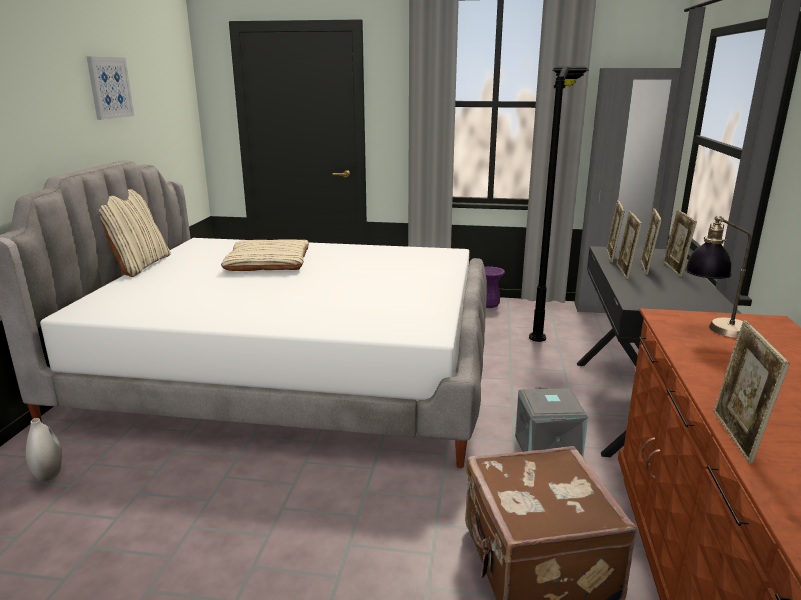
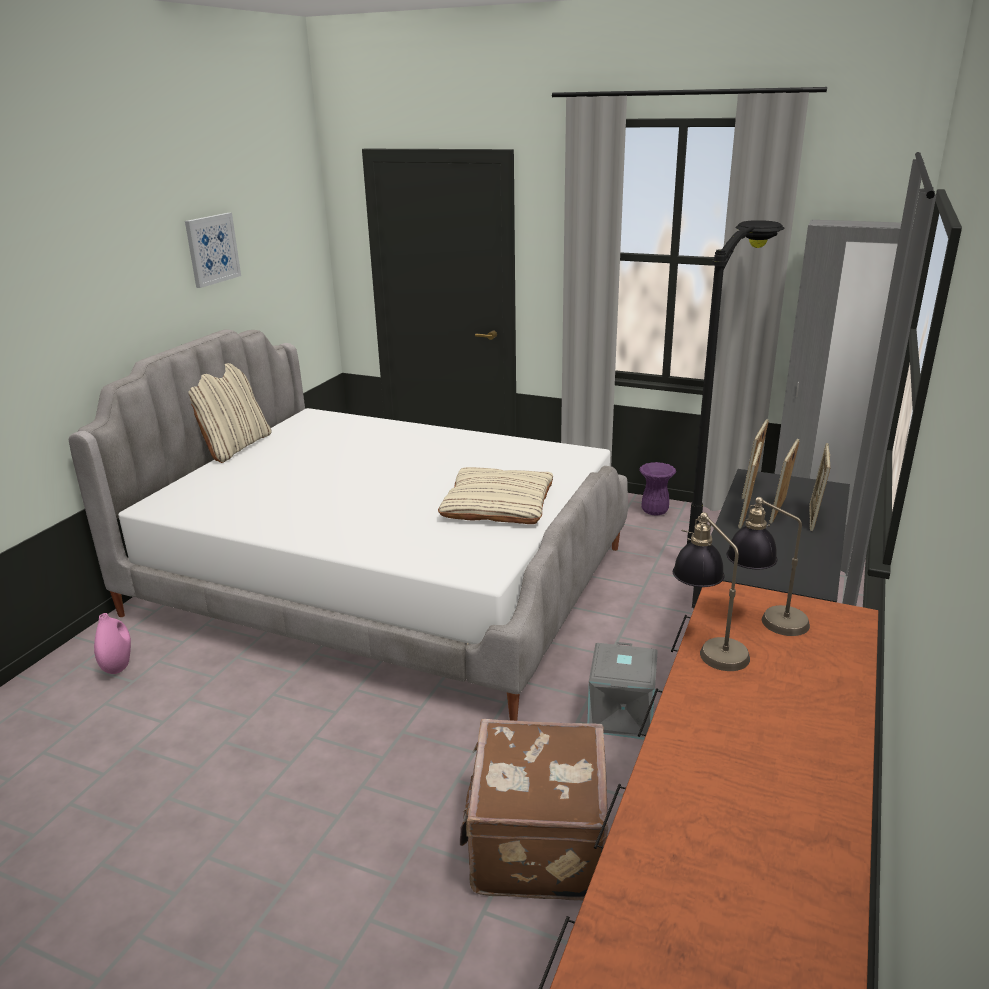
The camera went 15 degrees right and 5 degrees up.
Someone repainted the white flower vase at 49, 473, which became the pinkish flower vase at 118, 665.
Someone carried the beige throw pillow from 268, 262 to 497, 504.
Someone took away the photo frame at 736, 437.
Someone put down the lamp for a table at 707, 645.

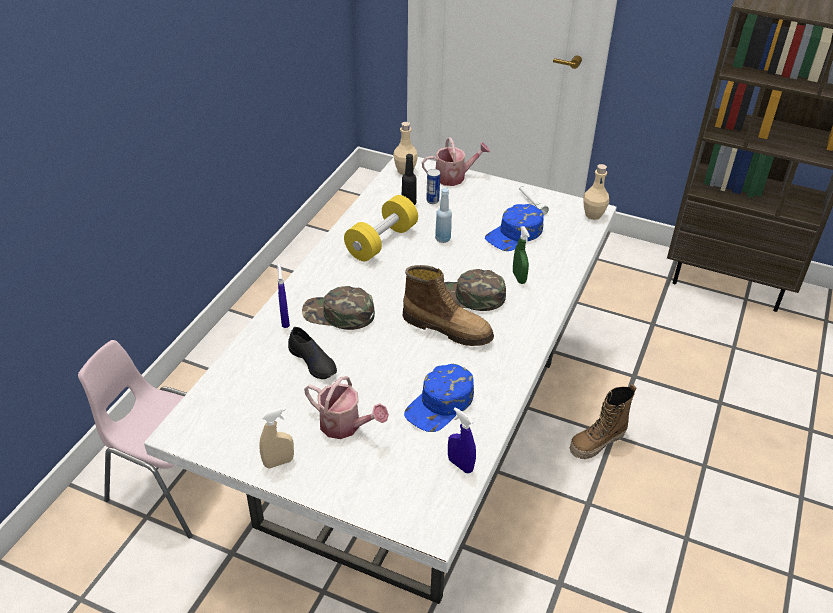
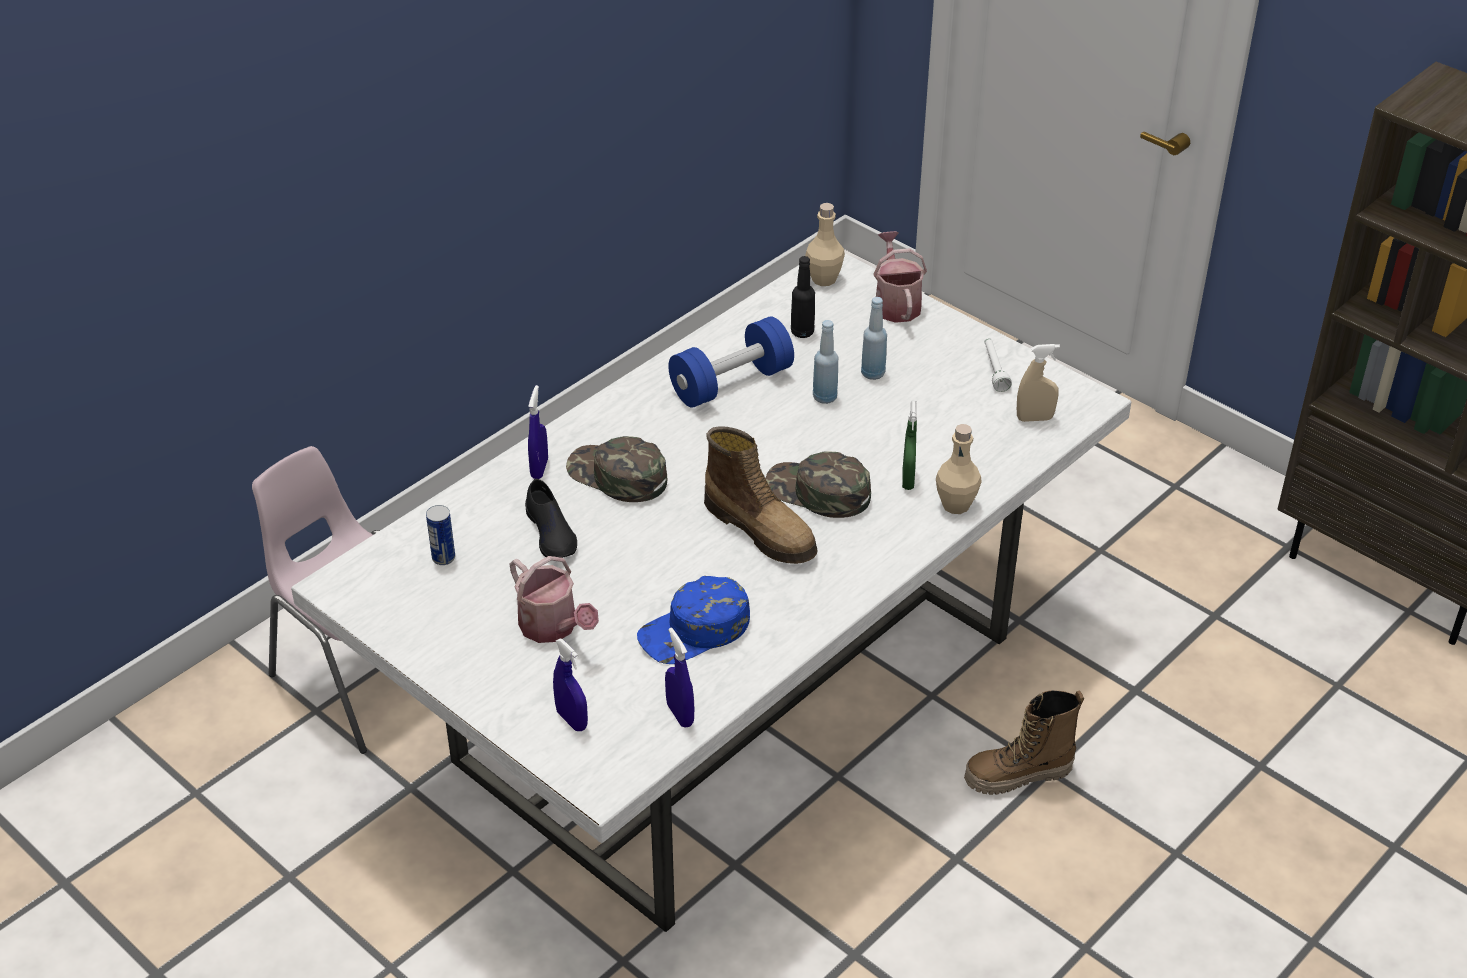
The camera went 20 degrees right and 0 degrees up.
Someone carried the beige sprayer from 278, 462 to 1034, 418.
Someone repainted the yellow-coloured hand weight at 381, 242, which became the blue hand weight at 731, 383.
Someone rotated the watering pot at 454, 177 by 105 degrees counterclockwise.
Someone carried the sealed can from 432, 200 to 443, 558.
Someone took away the blue cap at 515, 234.
Someone carried the beige beverage bottle from 593, 215 to 956, 505.
Someone put down the blue sprayer at 572, 720.
Someone put down the blue beverage bottle at 872, 373.

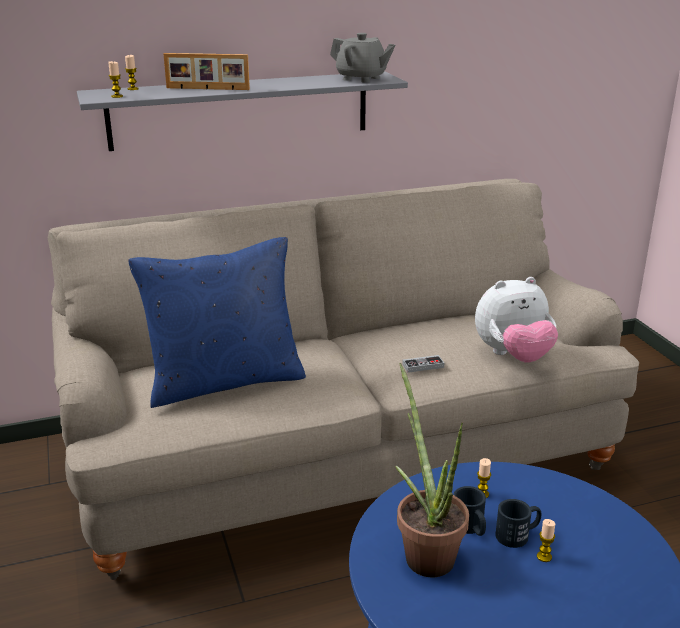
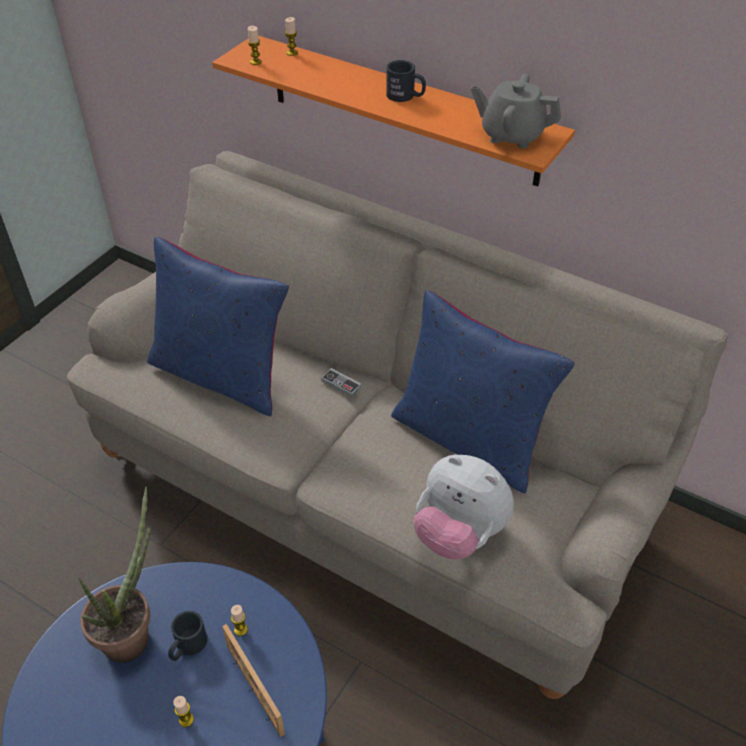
The camera went 50 degrees right and 20 degrees up.
Someone repainted the greyish wall shelf at 240, 110, which became the orangey wall shelf at 402, 110.
Someone carried the photo frame from 207, 89 to 253, 690.
Someone rotated the greyish tea pot at 361, 78 by 120 degrees clockwise.
Someone carried the joypad from 423, 366 to 341, 384.
Someone carried the blackish mug from 518, 534 to 406, 96.
Someone put down the blue throw pillow at 469, 438.

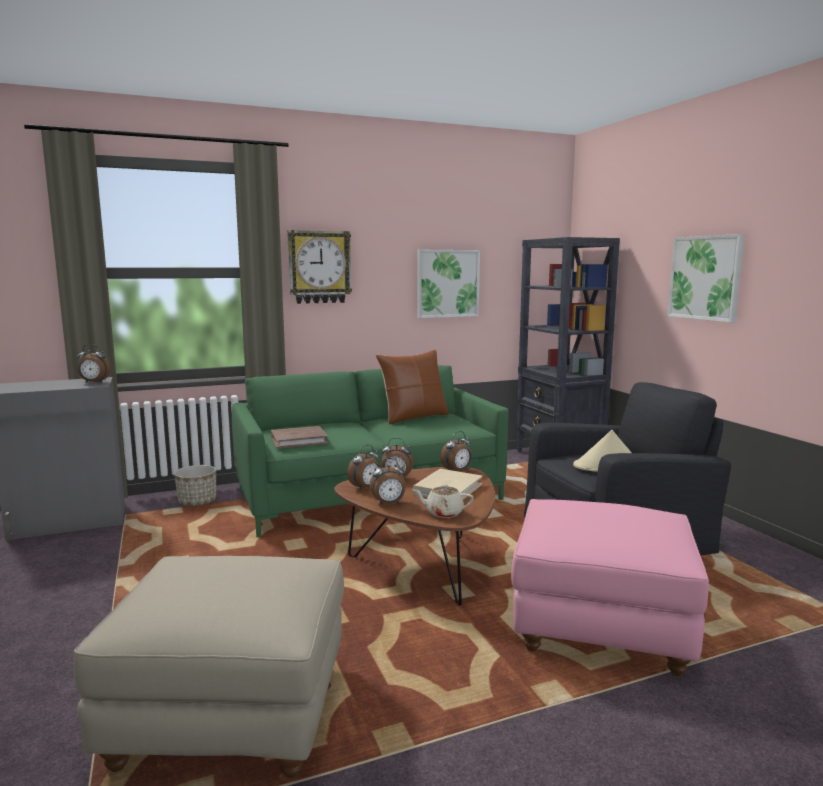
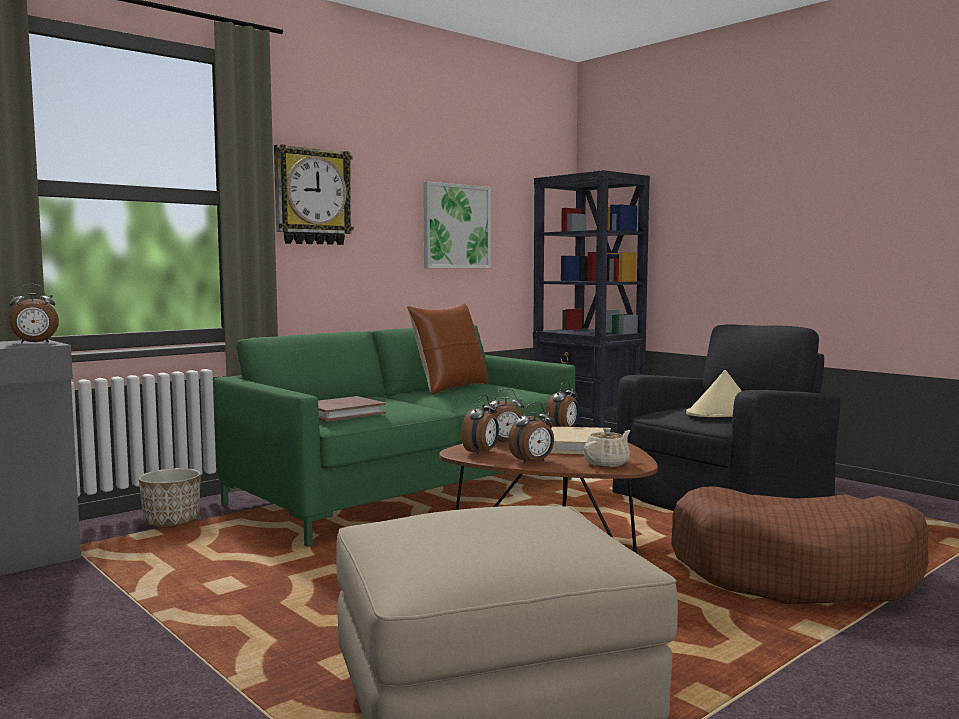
The camera went 20 degrees left and 5 degrees down.
Someone rotated the beige tea pot at 443, 513 by 150 degrees clockwise.
Someone swapped the pinkish ottoman at 600, 628 for the brownish dog bed at 796, 573.
Someone took away the wall picture at 705, 278.

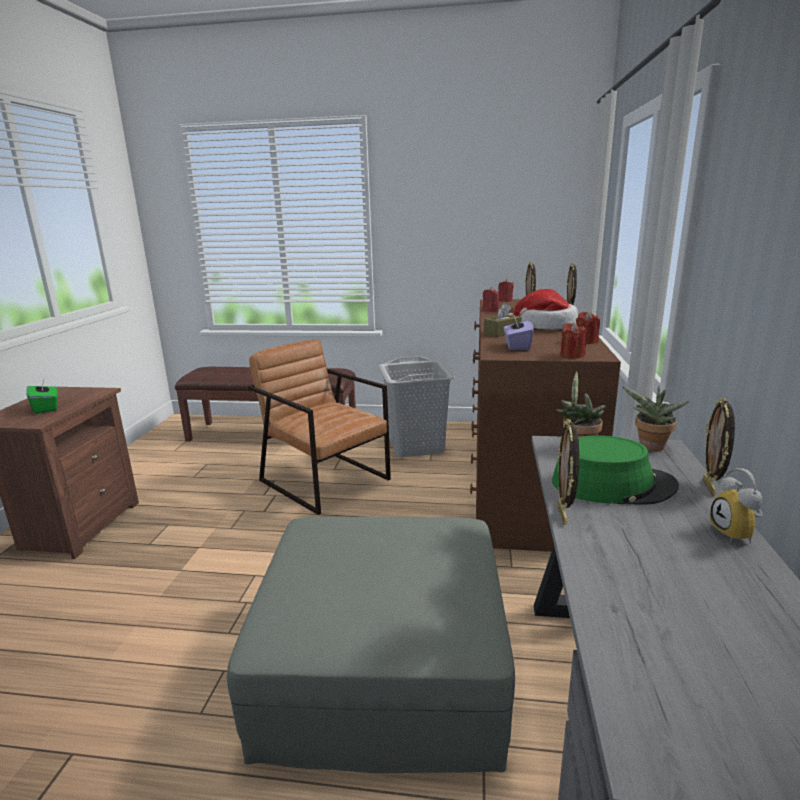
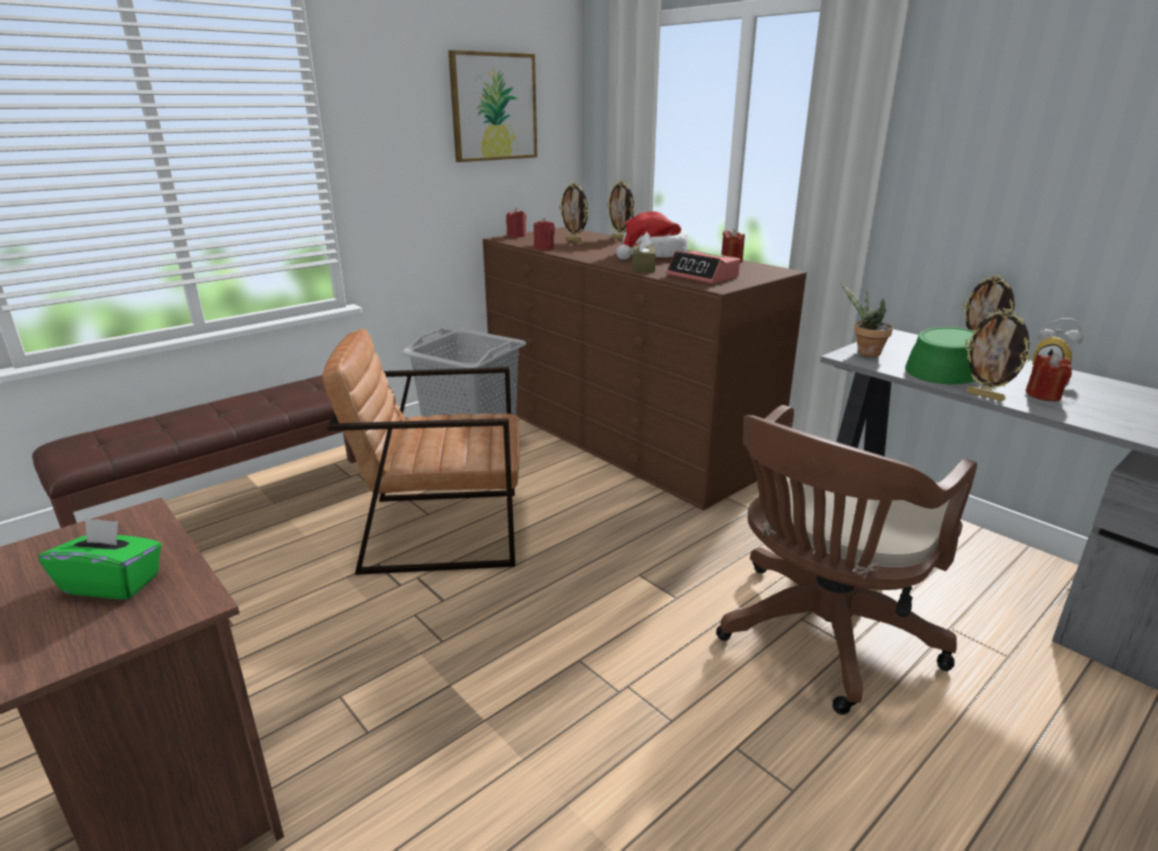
The camera went 50 degrees left and 5 degrees up.
Someone swapped the greyish ottoman at 381, 665 for the brownish desk chair at 820, 637.
Someone swapped the purple-coloured tissue holder at 517, 346 for the table clock at 703, 276.
Someone carried the red wax candle from 572, 355 to 1043, 395.
Someone took away the houseplant at 650, 447.
Someone put up the wall picture at 493, 107.

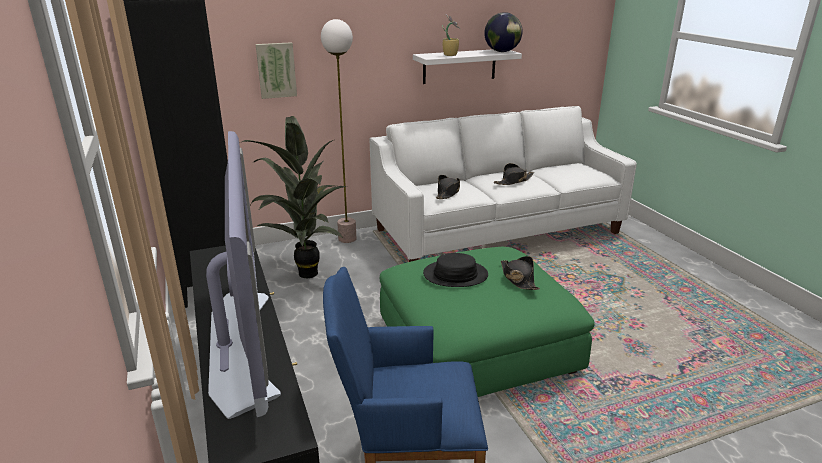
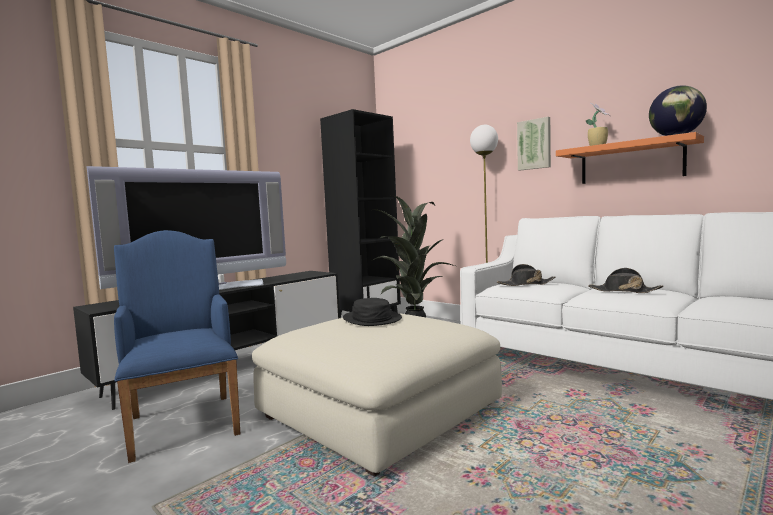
The camera went 65 degrees right and 20 degrees down.
Someone carried the wall picture from 276, 70 to 534, 144.
Someone repainted the green ottoman at 477, 344, which became the beige ottoman at 379, 411.
Someone repainted the white wall shelf at 459, 66, which became the orangey wall shelf at 630, 162.
Someone took away the blackish wearable hat at 518, 279.

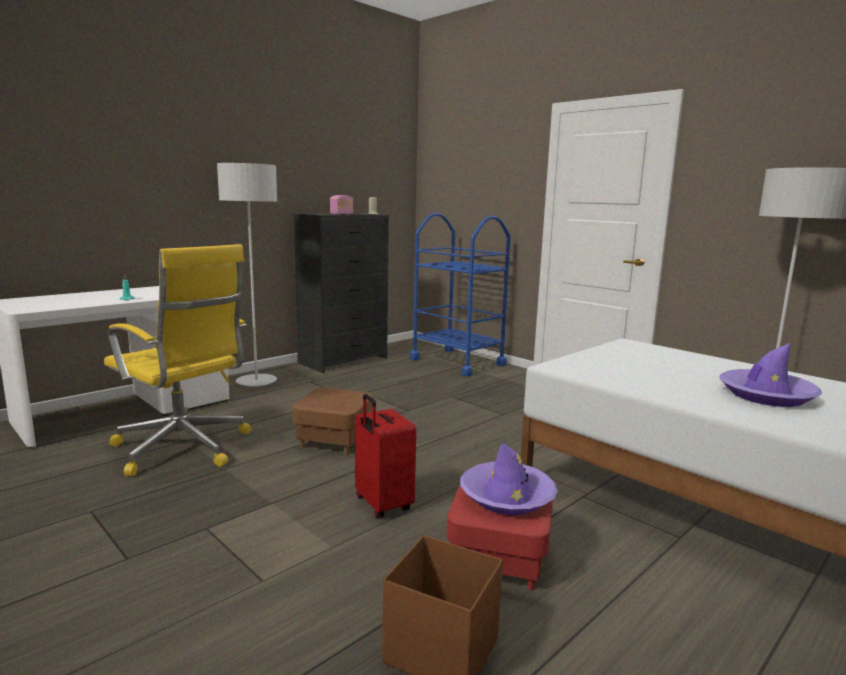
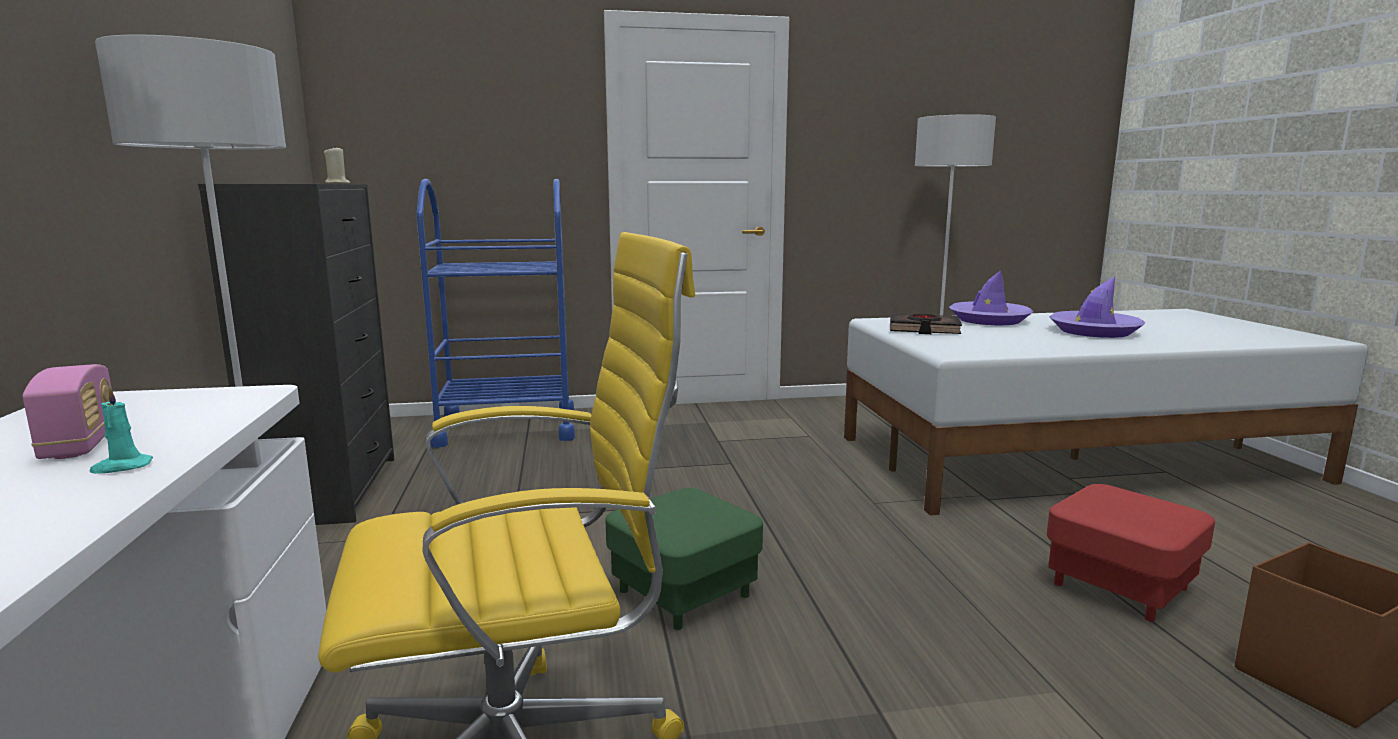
The camera went 55 degrees left and 0 degrees up.
Someone repainted the brownish ottoman at 334, 440, which became the green ottoman at 684, 592.
Someone carried the radio from 341, 214 to 81, 444.
Someone took away the red suitcase at 382, 505.
Someone carried the purple-coloured wearable hat from 507, 496 to 989, 320.
Someone put down the blackish volume at 924, 329.

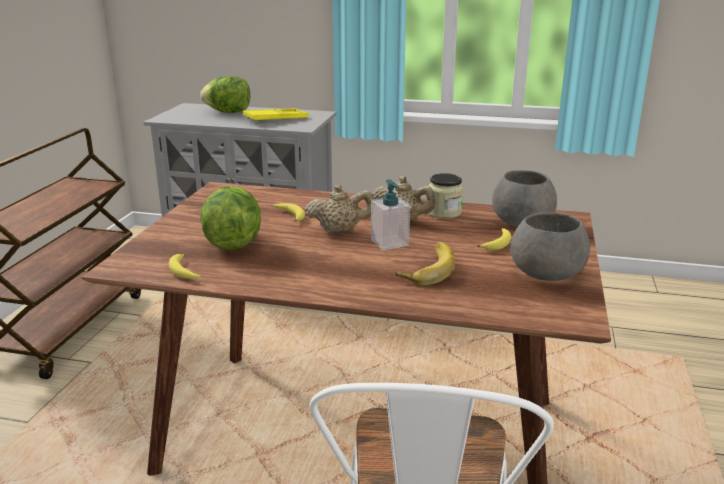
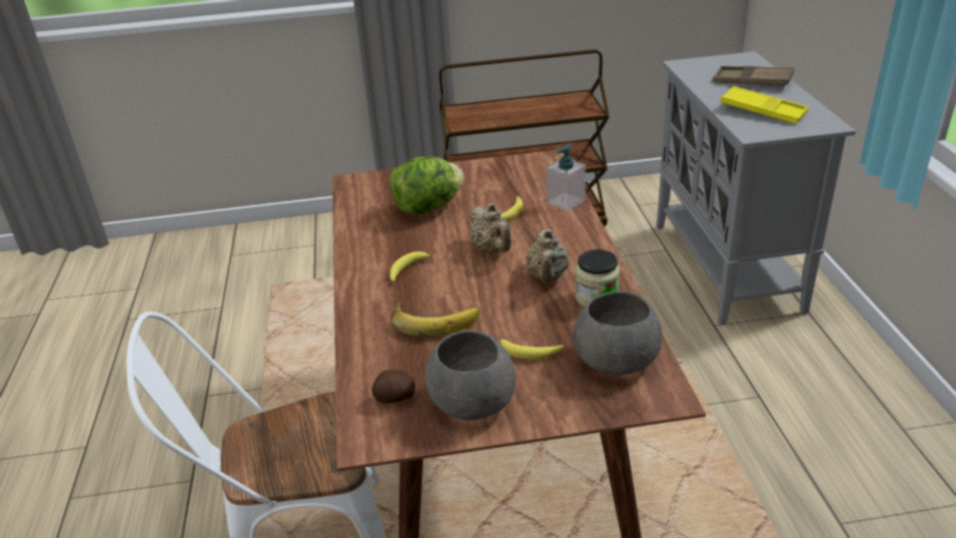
The camera went 70 degrees right and 10 degrees up.
Someone carried the banana from 183, 272 to 407, 270.
Someone swapped the head of lettuce at 228, 112 for the brownish serving tray at 752, 81.
Someone carried the soap bottle from 390, 242 to 565, 202.
Someone put down the spud at 395, 398.

